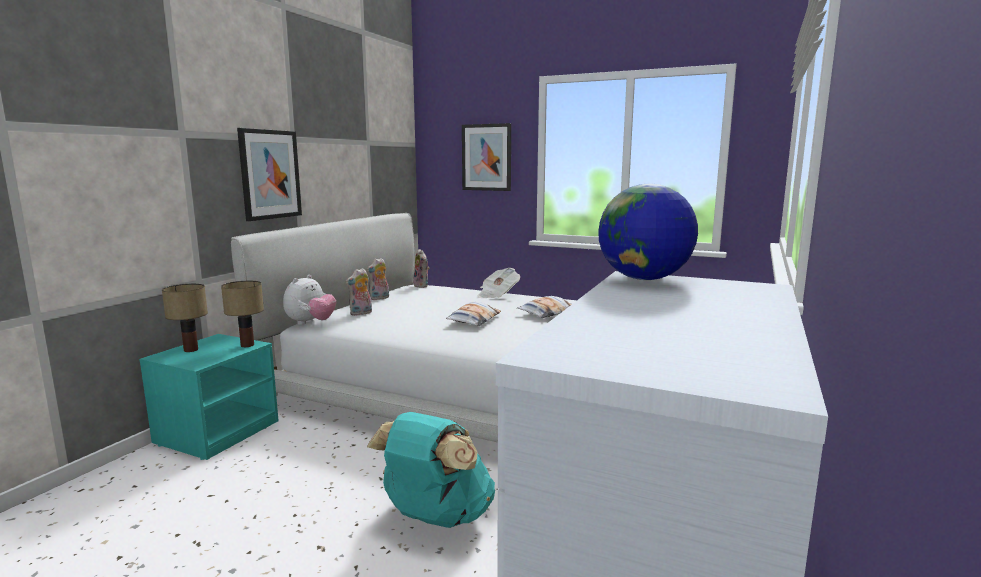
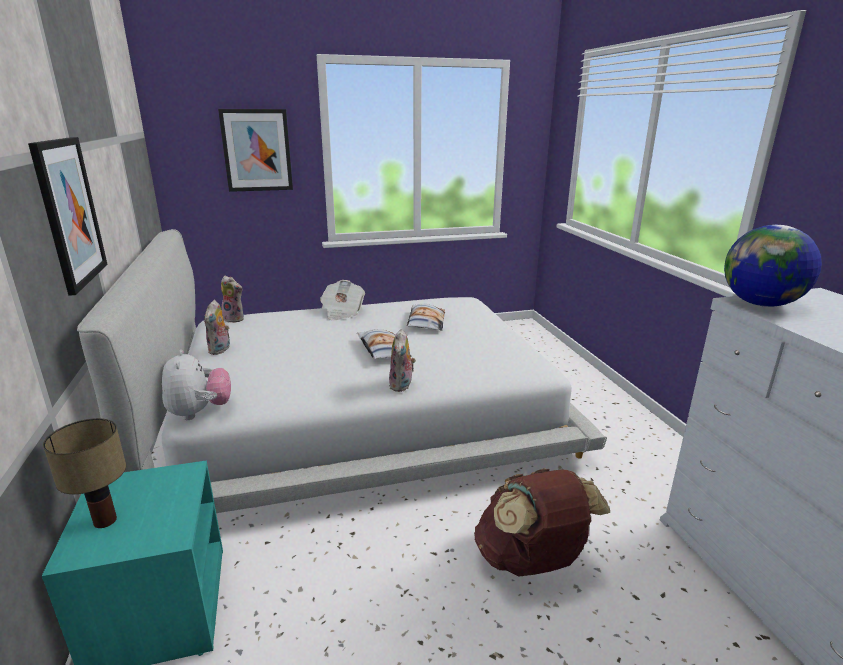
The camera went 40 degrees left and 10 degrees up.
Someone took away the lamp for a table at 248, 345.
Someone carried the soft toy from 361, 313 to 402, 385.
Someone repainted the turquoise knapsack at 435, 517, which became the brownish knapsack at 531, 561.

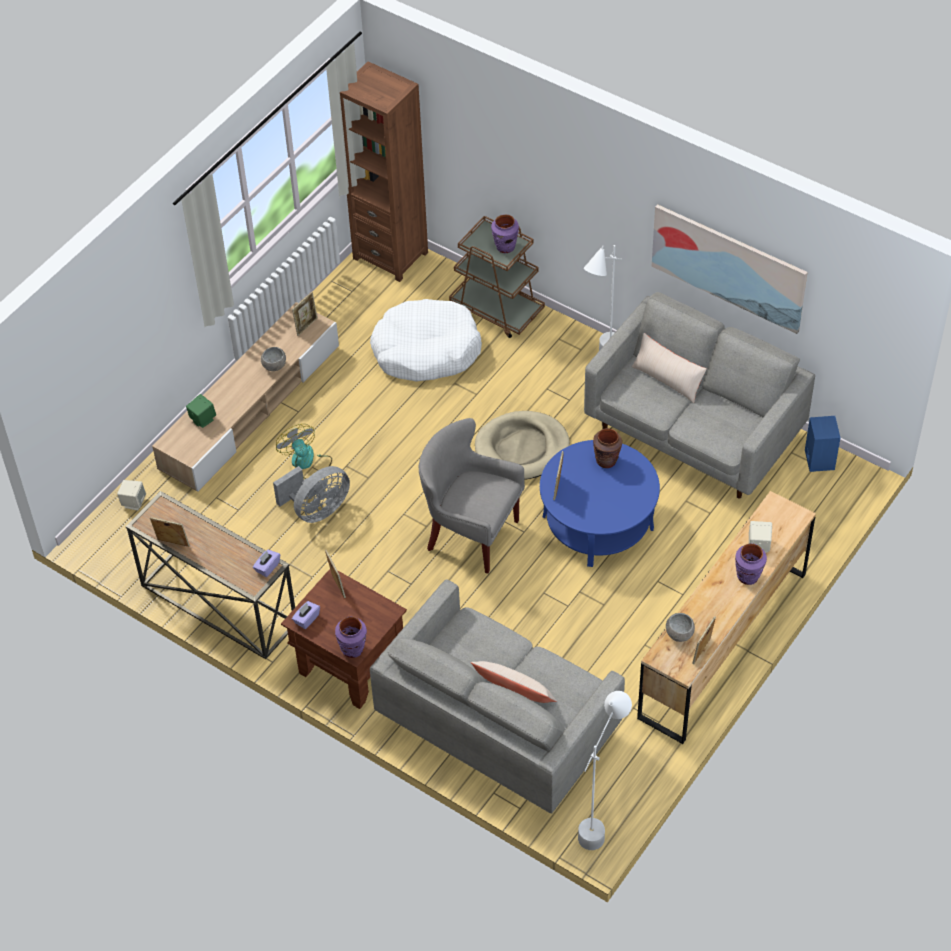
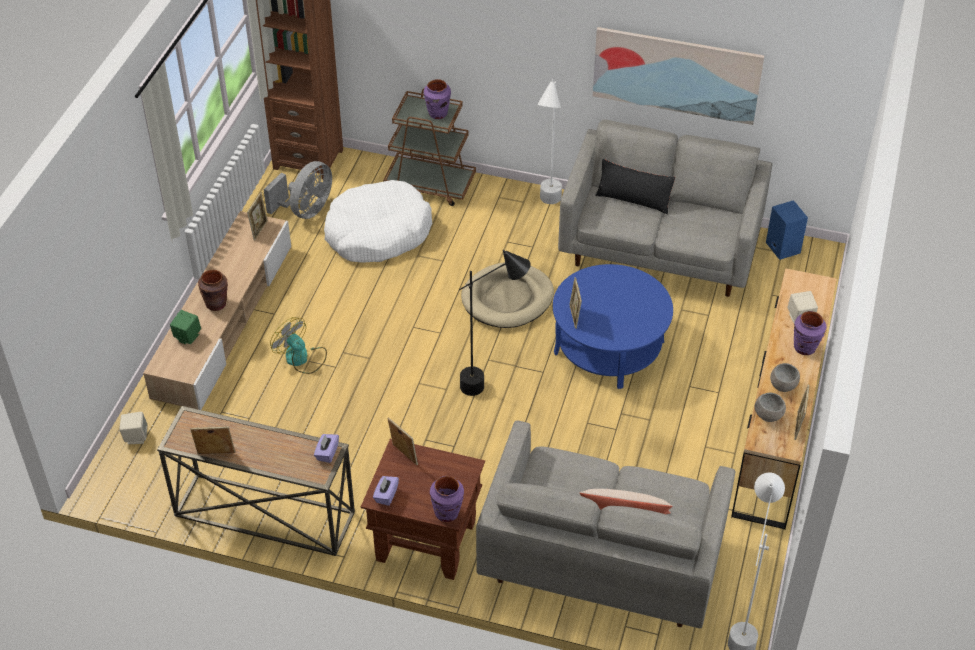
The camera went 20 degrees left and 5 degrees down.
Someone carried the greyish serving bowl from 275, 366 to 783, 386.
Someone carried the greyish cooling fan from 317, 510 to 306, 210.
Someone swapped the greyish armchair at 470, 534 for the blackish floor lamp at 492, 386.
Someone carried the brownish flower vase from 606, 461 to 216, 304.
Someone repainted the beige throw pillow at 667, 379, which became the blackish throw pillow at 633, 199.

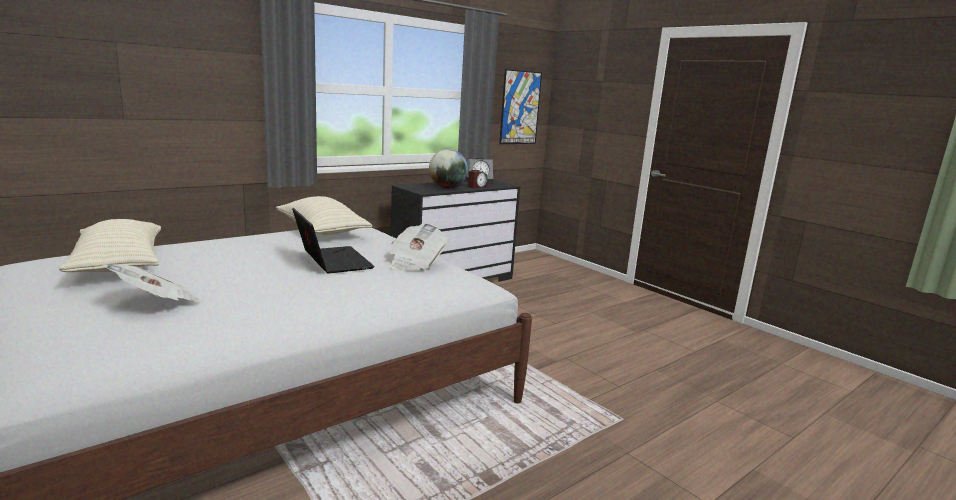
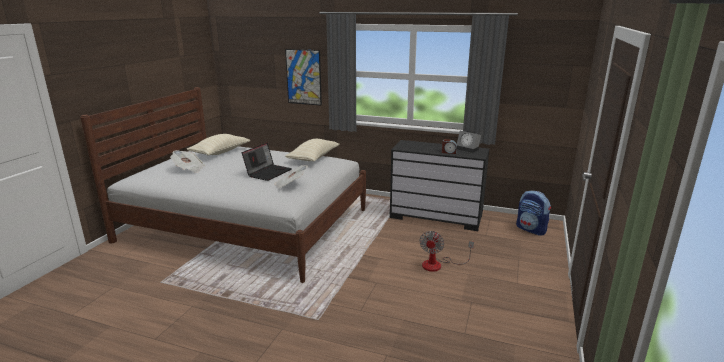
The camera went 60 degrees right and 5 degrees up.
Someone took away the globe at 447, 188.
Someone carried the wall picture from 520, 108 to 303, 77.
Someone put down the cooling fan at 438, 265.
Someone put down the knapsack at 531, 229.

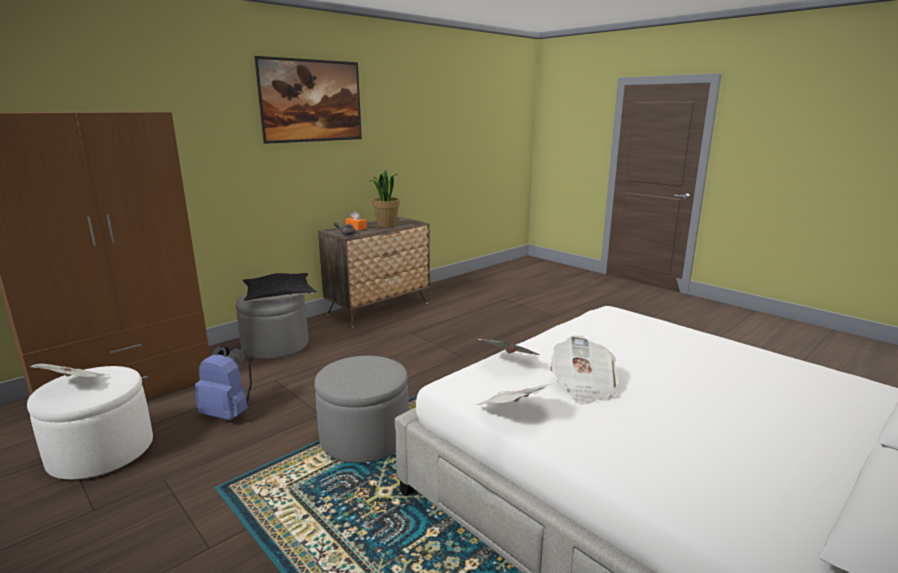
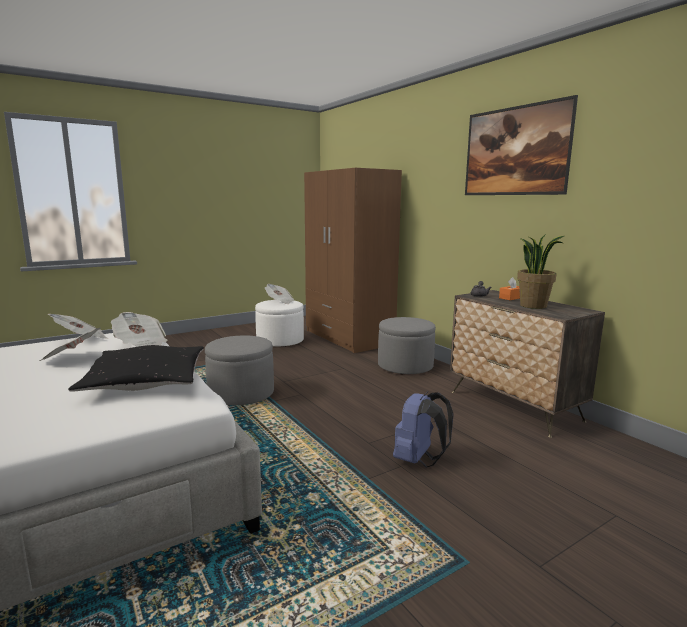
The camera went 100 degrees right and 5 degrees down.
Someone carried the blue knapsack from 229, 414 to 419, 460.
Someone carried the blackish throw pillow from 279, 296 to 145, 381.

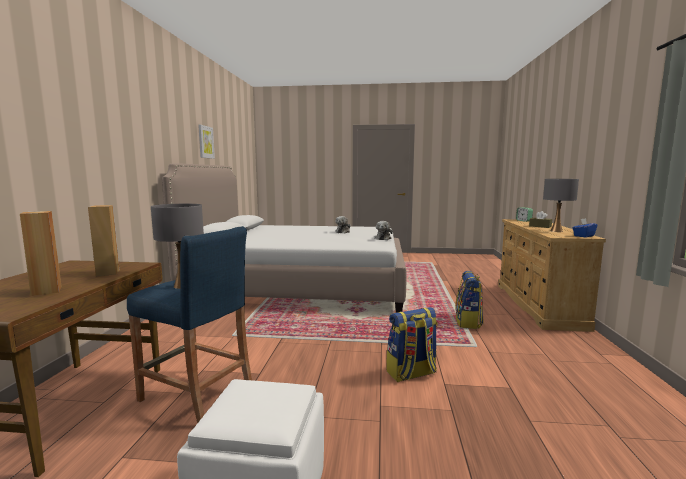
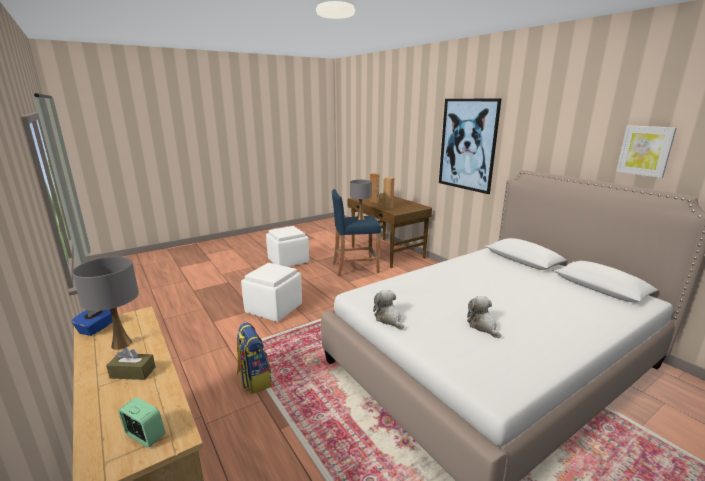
The camera went 140 degrees right and 10 degrees up.
Someone swapped the knapsack at 411, 374 for the white ottoman at 273, 308.
Someone put up the wall picture at 467, 145.

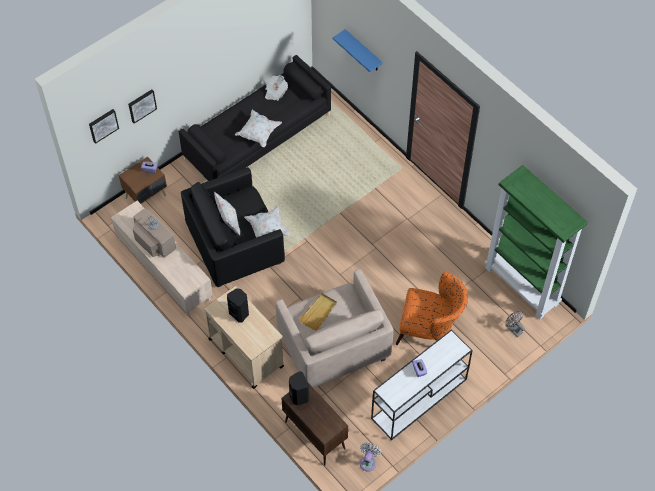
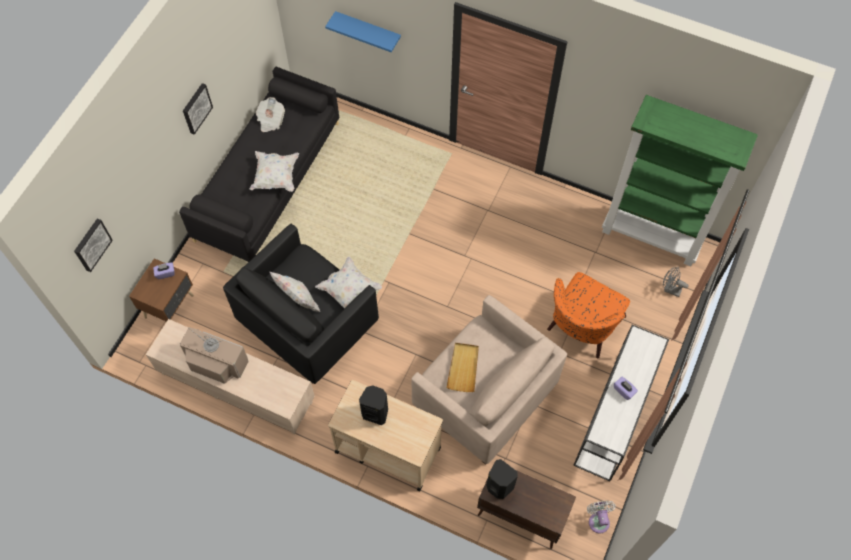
The camera went 25 degrees left and 5 degrees up.
Someone carried the wall picture from 141, 105 to 196, 108.
Someone rotated the orangey armchair at 429, 329 by 135 degrees clockwise.

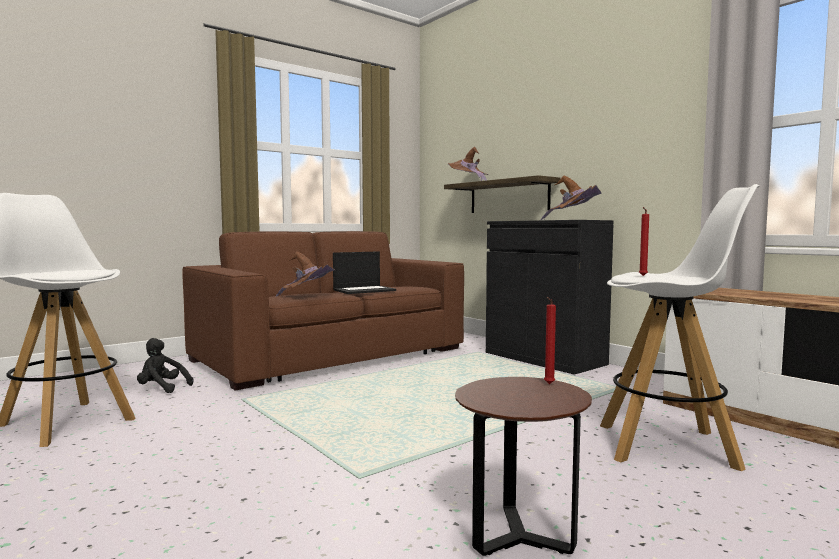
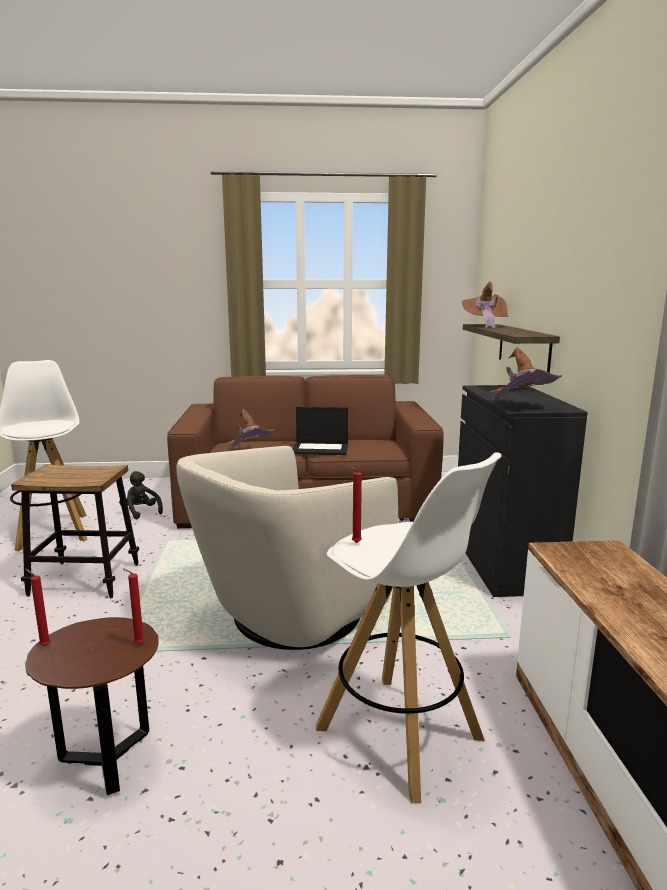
The camera went 35 degrees right and 10 degrees up.
Someone put down the stool seat at 85, 579.
Someone put down the red wax candle at 43, 646.
Someone put down the beige armchair at 294, 614.

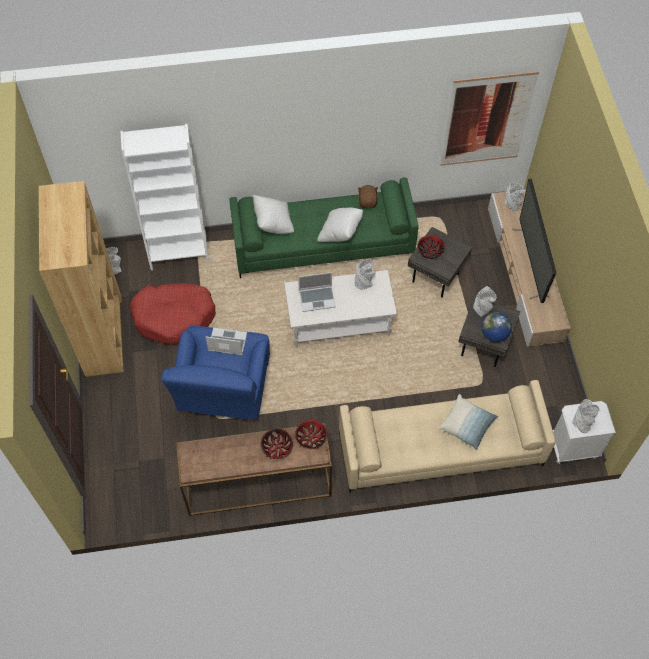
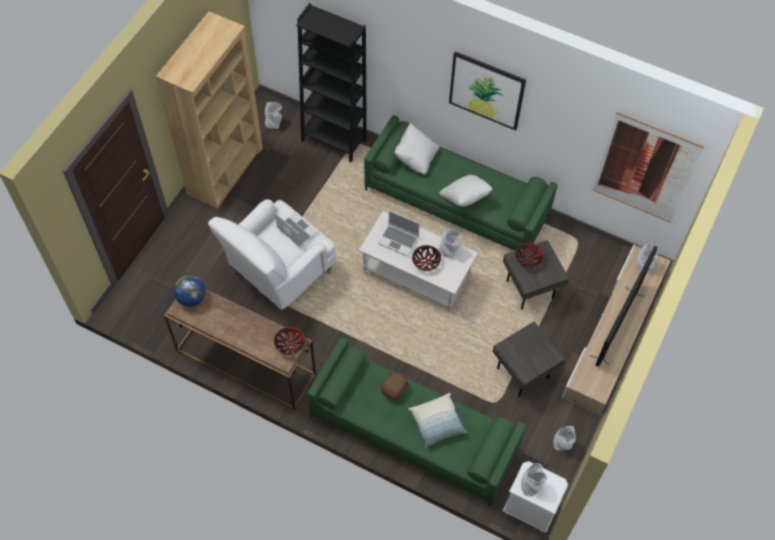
The camera went 35 degrees right and 0 degrees up.
Someone repainted the white shelving unit at 178, 252, which became the blackish shelving unit at 334, 140.
Someone took away the red dog bed at 174, 317.
Someone repainted the blue armchair at 224, 393, which became the white armchair at 279, 273.
Someone carried the serving bowl from 277, 447 to 426, 262.
Someone repainted the beige sofa at 439, 450, which became the green sofa at 412, 433.
Someone carried the brownish soft toy from 367, 202 to 394, 390.
Someone carried the greyish flower vase from 482, 309 to 562, 444.
Someone carried the globe from 494, 334 to 191, 298.
Someone put up the wall picture at 486, 90.

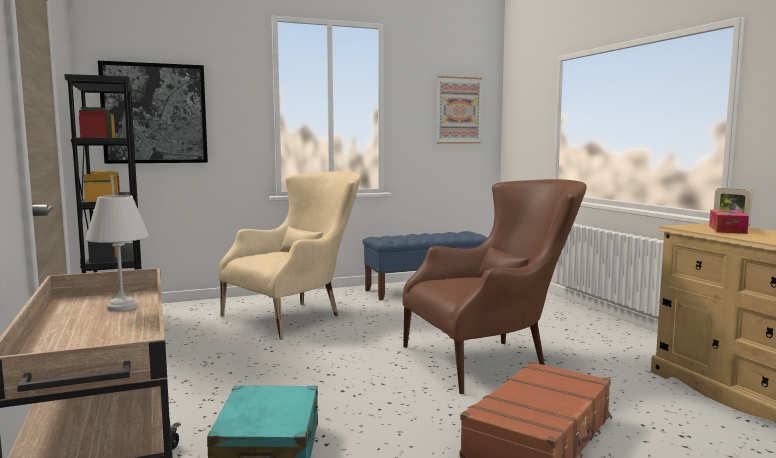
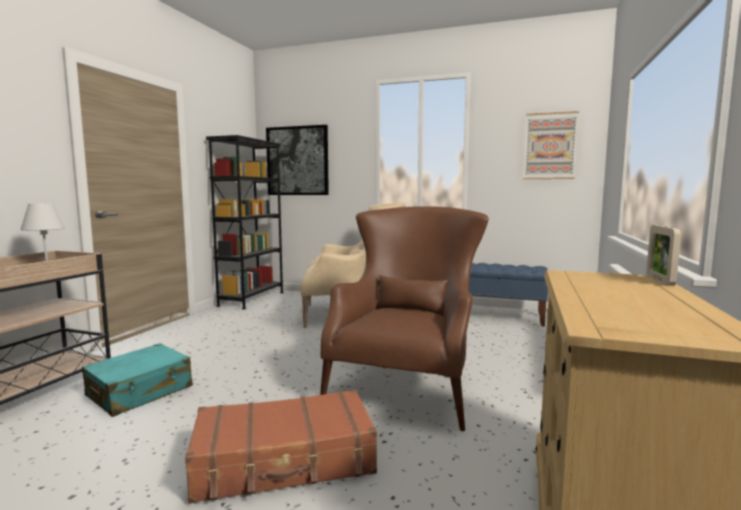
The camera went 40 degrees right and 0 degrees up.
Someone rotated the brownish armchair at 493, 358 by 90 degrees counterclockwise.
Someone took away the tissue holder at 727, 229.

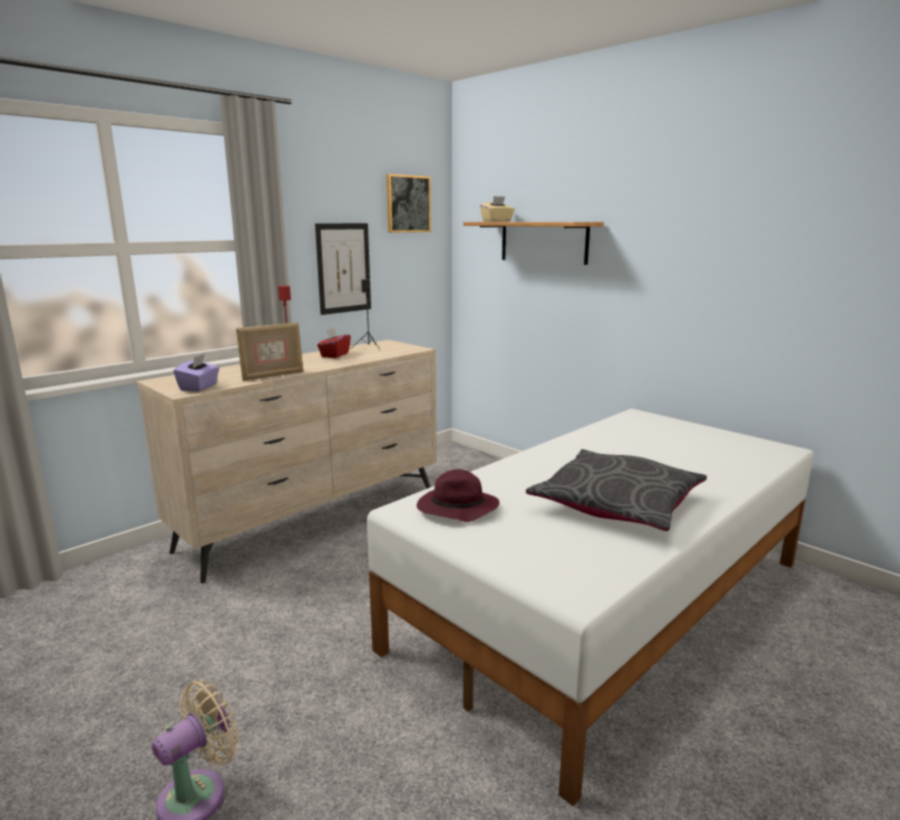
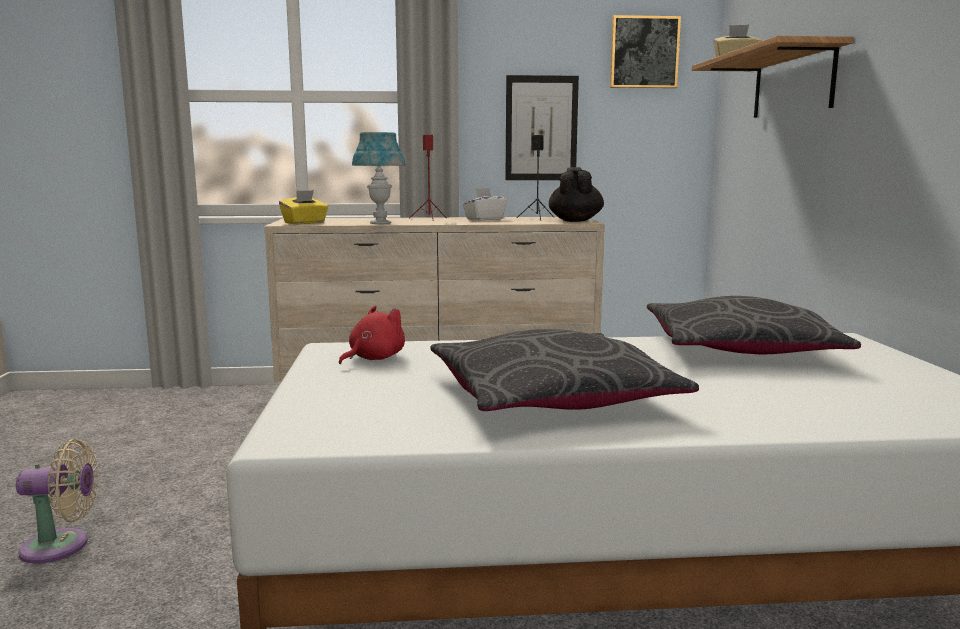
The camera went 40 degrees right and 5 degrees down.
Someone repainted the purple-coloured tissue holder at 199, 387, which became the yellow-coloured tissue holder at 305, 223.
Someone swapped the photo frame at 272, 376 for the blue lamp for a table at 380, 223.
Someone repainted the red tissue holder at 334, 355, which became the white tissue holder at 484, 219.
Someone swapped the purple-coloured wearable hat at 456, 509 for the red soft toy at 373, 358.
Someone put down the blackish tea pot at 575, 221.
Someone put down the greyish throw pillow at 739, 348.

